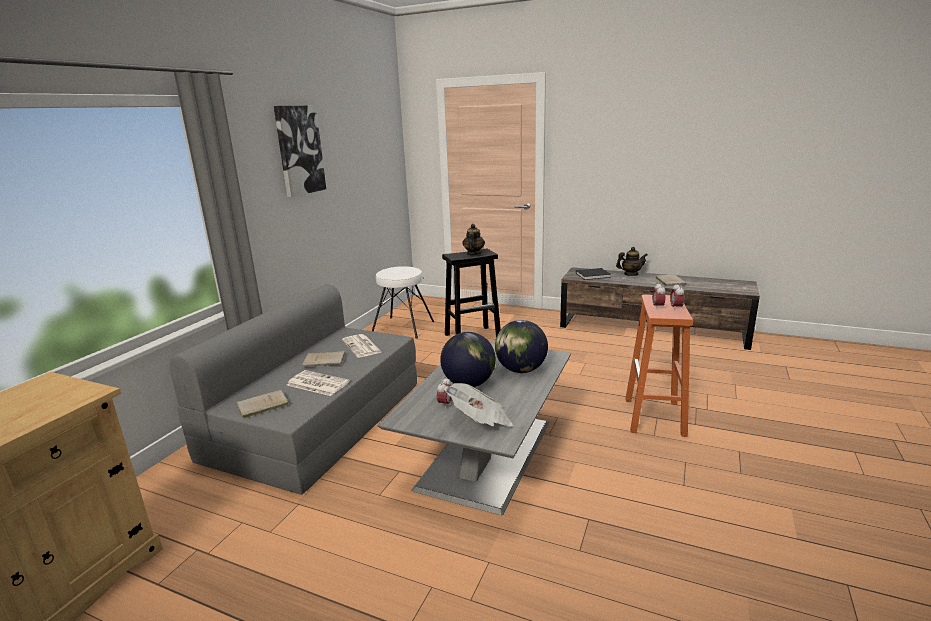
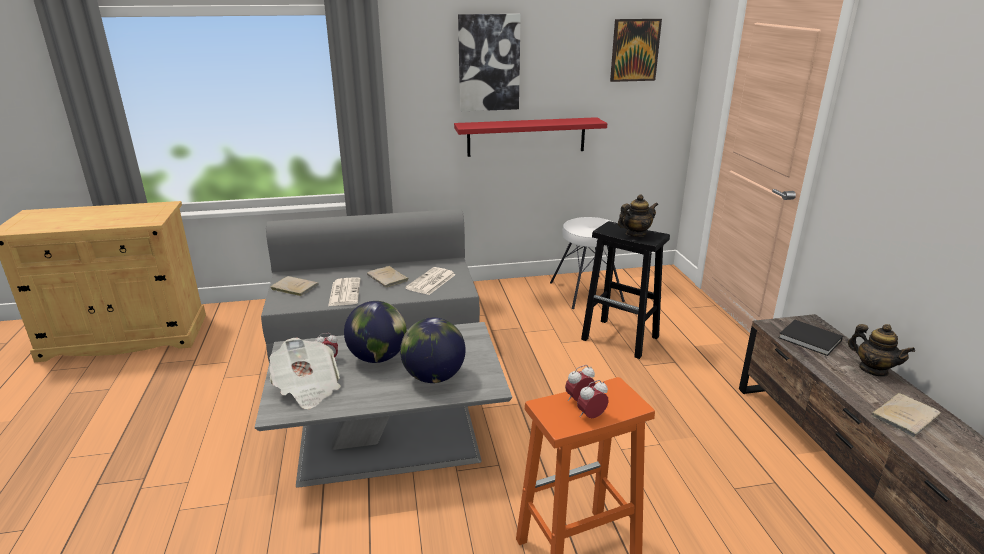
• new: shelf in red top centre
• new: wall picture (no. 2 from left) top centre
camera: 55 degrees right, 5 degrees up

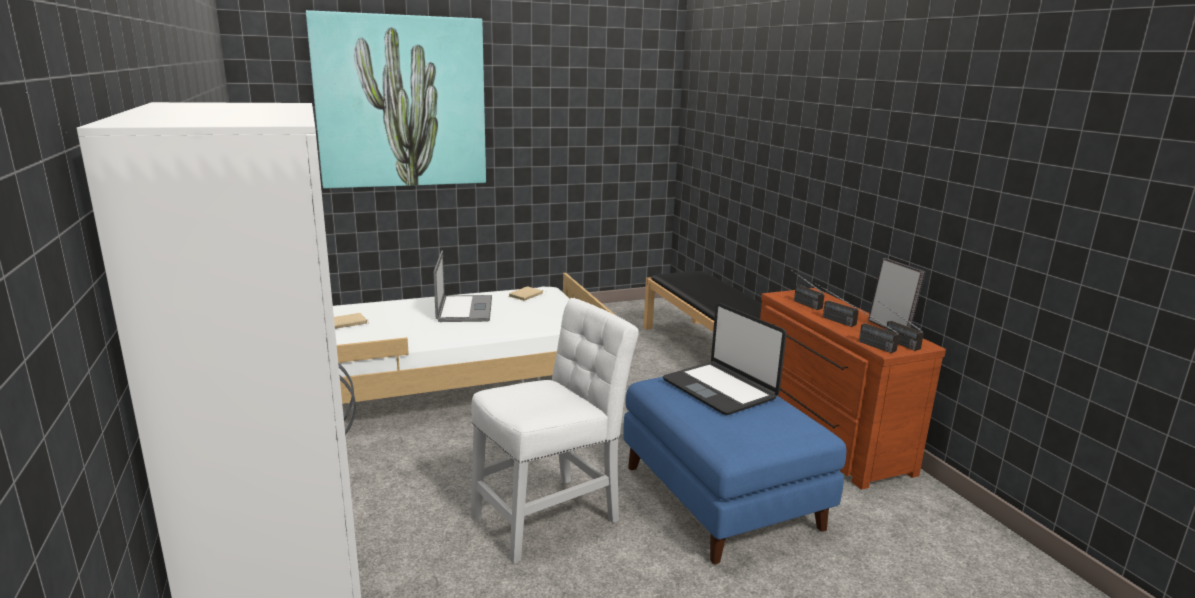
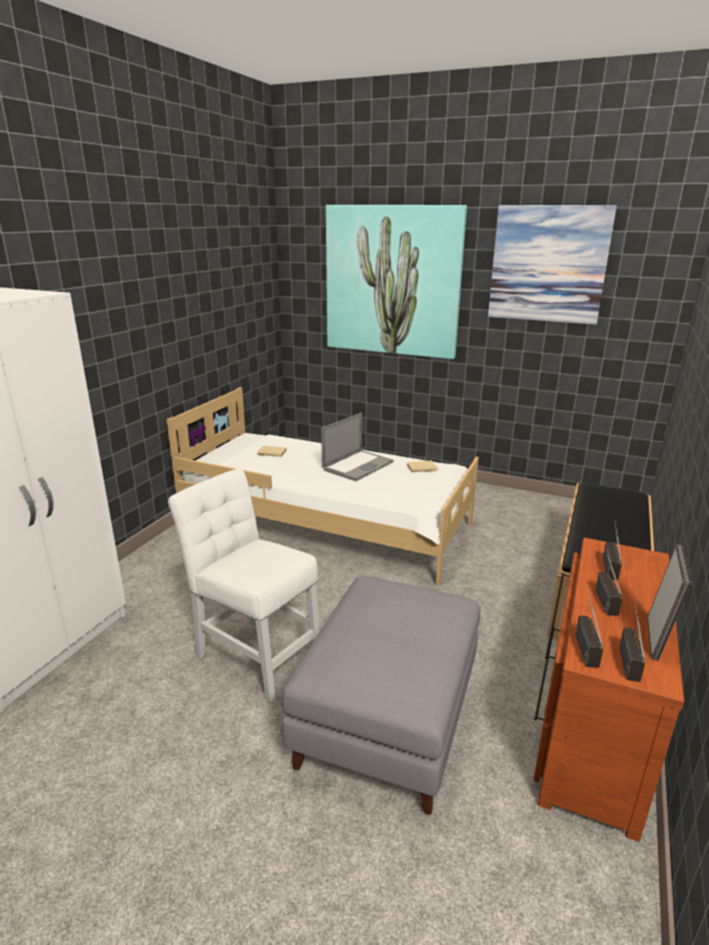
• rotated: upright chair in white-coloured bottom centre = centre 150 degrees counterclockwise
• repainted: ottoman in blue-coloured bottom centre to ottoman in gray bottom centre
• gone: laptop (no. 2 from left) centre
• new: wall picture (no. 2 from left) top right
camera: 45 degrees right, 5 degrees up

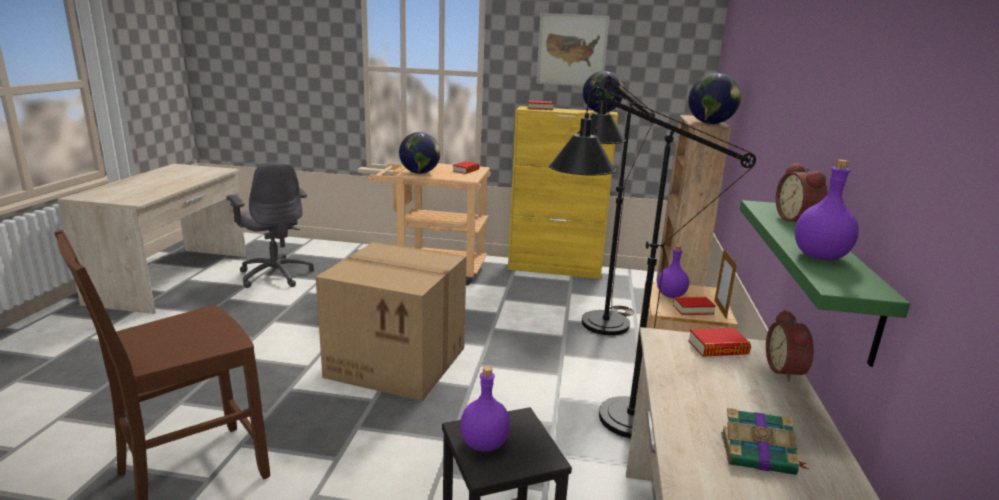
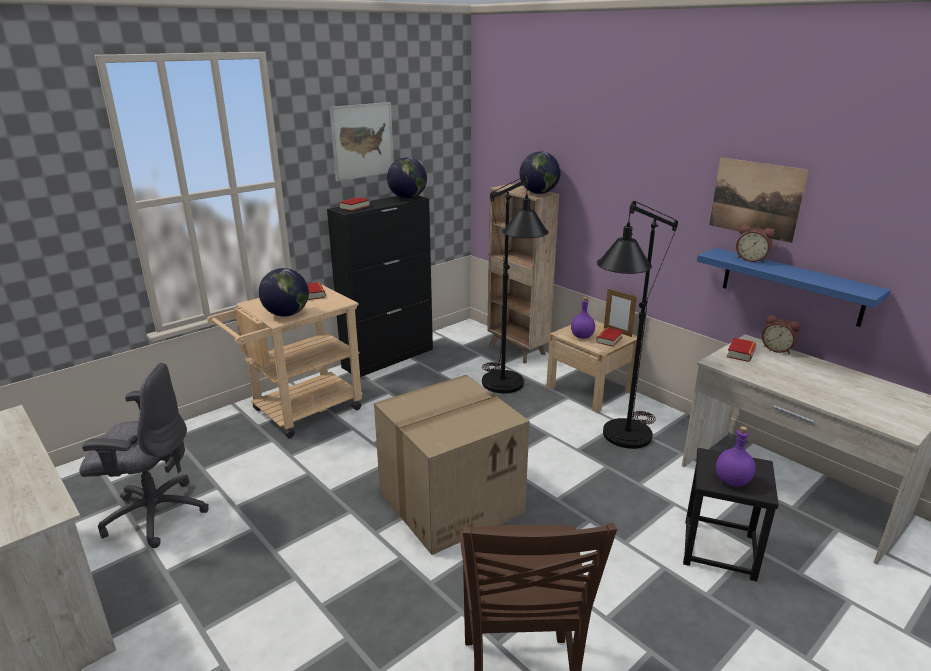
• repainted: cupboard in yellow-coloured centre to cupboard in black centre
• gone: bound book (no. 5 from left) bottom right
• repainted: shelf in green-coloured middle right to shelf in blue-coloured middle right
• gone: drink bottle in purple (no. 3 from left) middle right
• new: wall picture (no. 2 from left) top right
camera: 50 degrees left, 5 degrees up

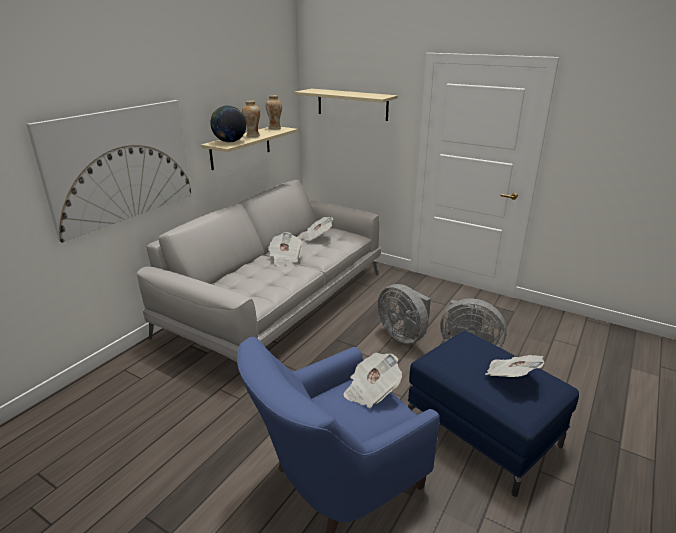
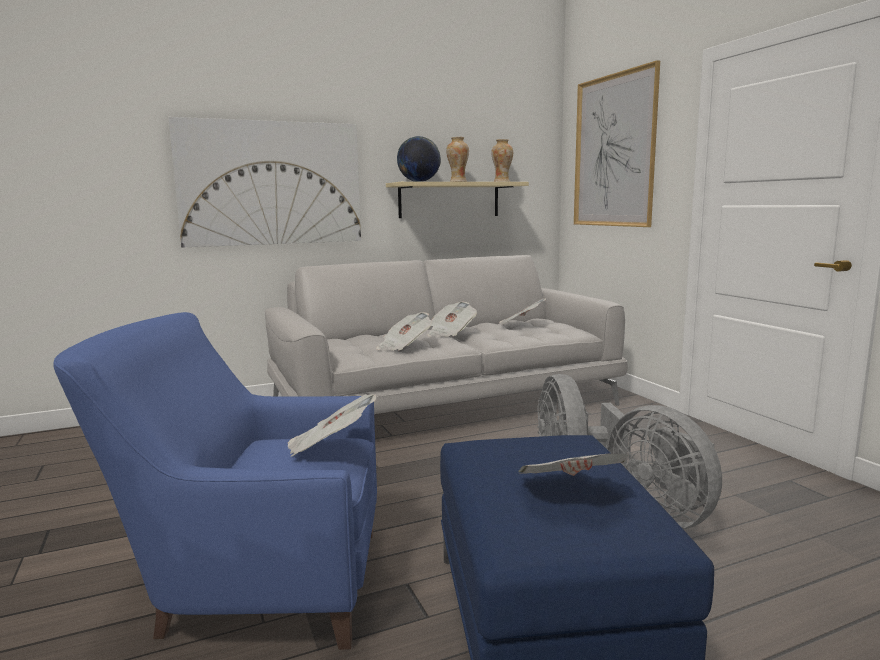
• swapped: shelf in beige (no. 2 from left) top centre to wall picture (no. 2 from left) top right
• new: newspaper (no. 2 from left) centre
camera: 35 degrees right, 15 degrees down

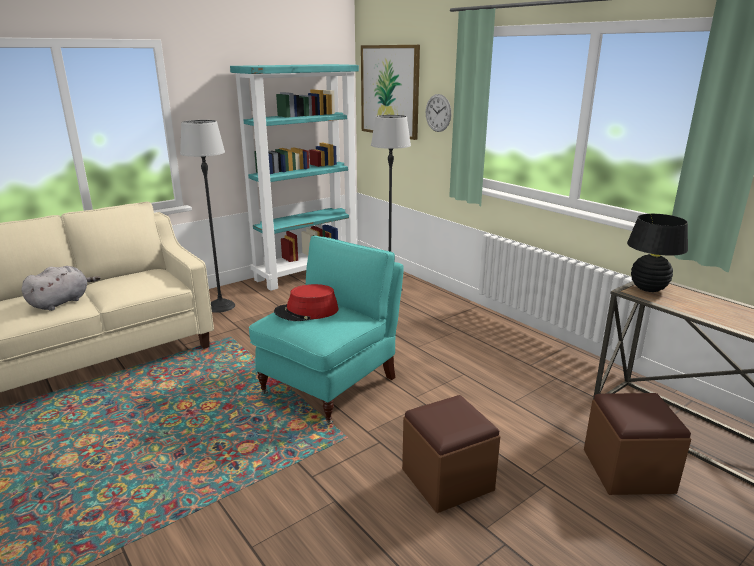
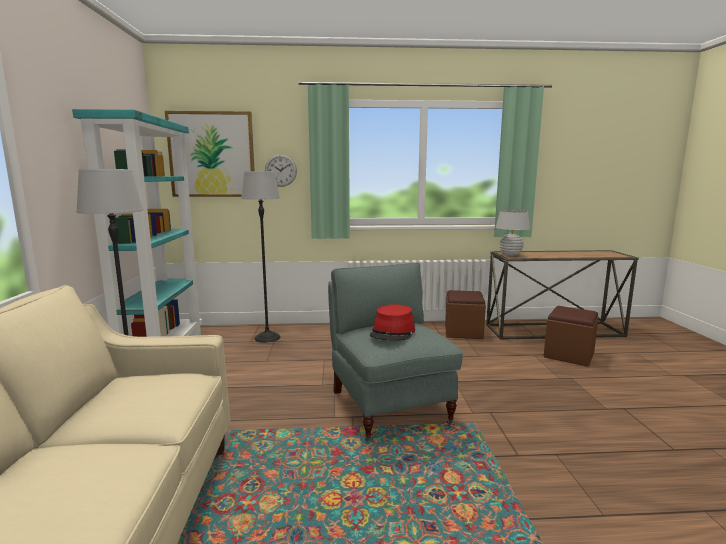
• gone: plush toy in gray middle left
• repainted: lounge chair in turquoise-coloured centre to lounge chair in gray centre
• shifted: ottoman in brownish (no. 1 from left) bottom centre to centre
• repainted: lamp for a table in black middle right to lamp for a table in white-coloured middle right
camera: 55 degrees left, 10 degrees down

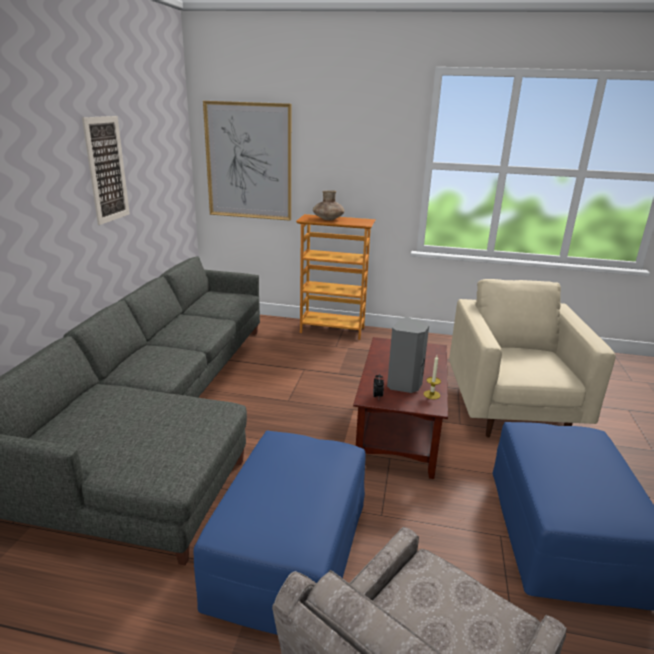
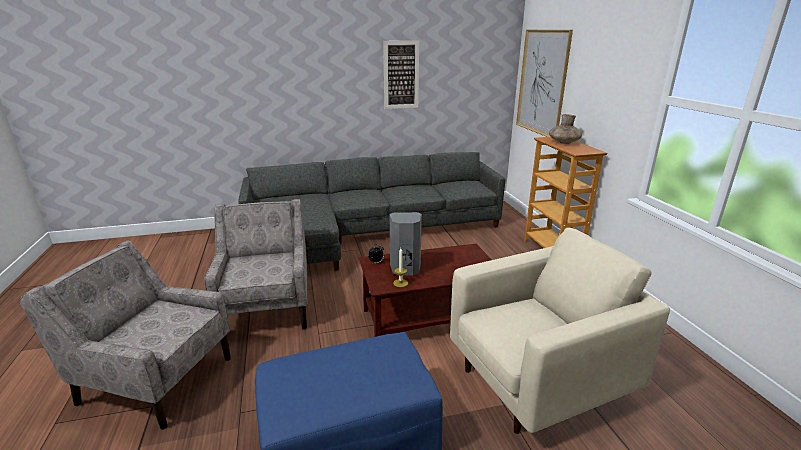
• swapped: ottoman in blue-coloured (no. 1 from left) bottom centre to lounge chair in beige (no. 2 from left) middle left
camera: 65 degrees right, 0 degrees up

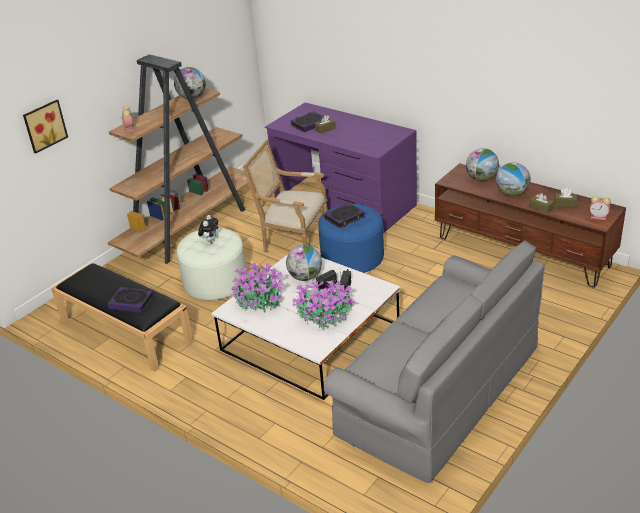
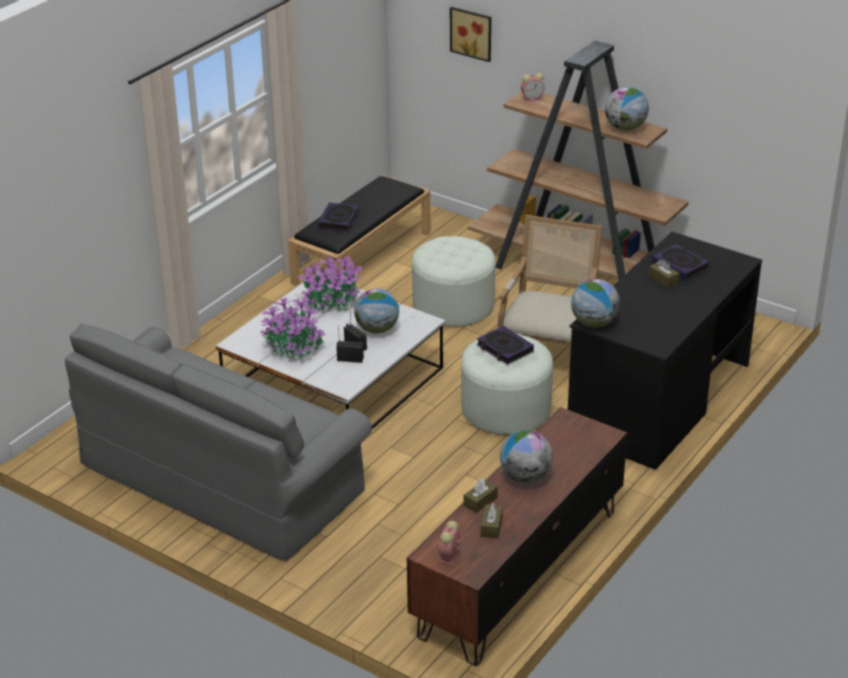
• gone: plush toy middle left
• repainted: desk unit in purple top centre to desk unit in black middle right
• repainted: ottoman in blue-coloured centre to ottoman in white-coloured (no. 2 from left) centre
• shifted: desk globe (no. 3 from left) top right to middle right
camera: 85 degrees right, 0 degrees up

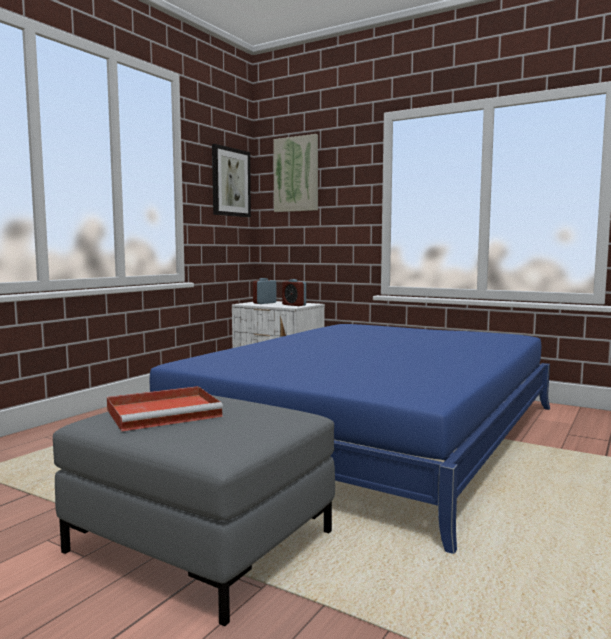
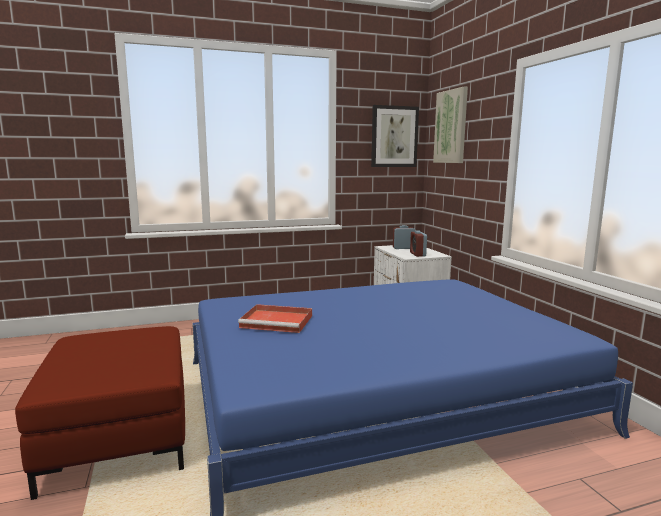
• repainted: ottoman in gray bottom left to ottoman in red bottom left
• shifted: carrying tray in red middle left to centre
camera: 40 degrees right, 5 degrees up

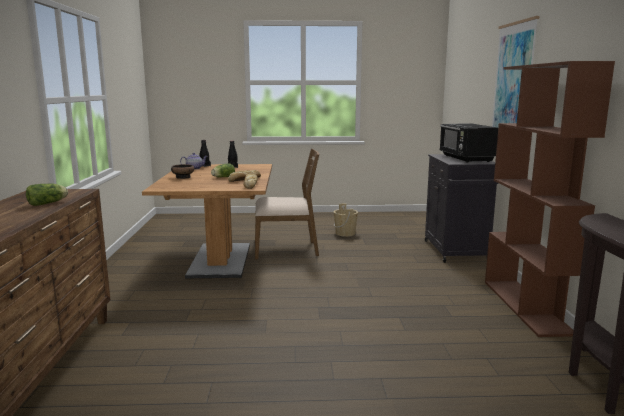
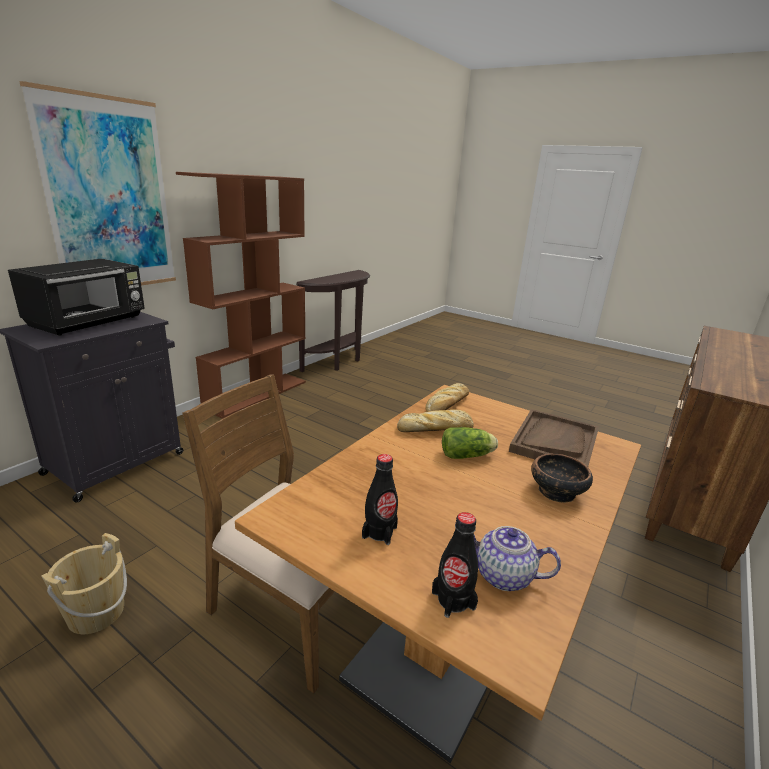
• gone: head of lettuce (no. 1 from left) middle left
• new: carrying tray in brownish middle right
camera: 145 degrees left, 10 degrees up

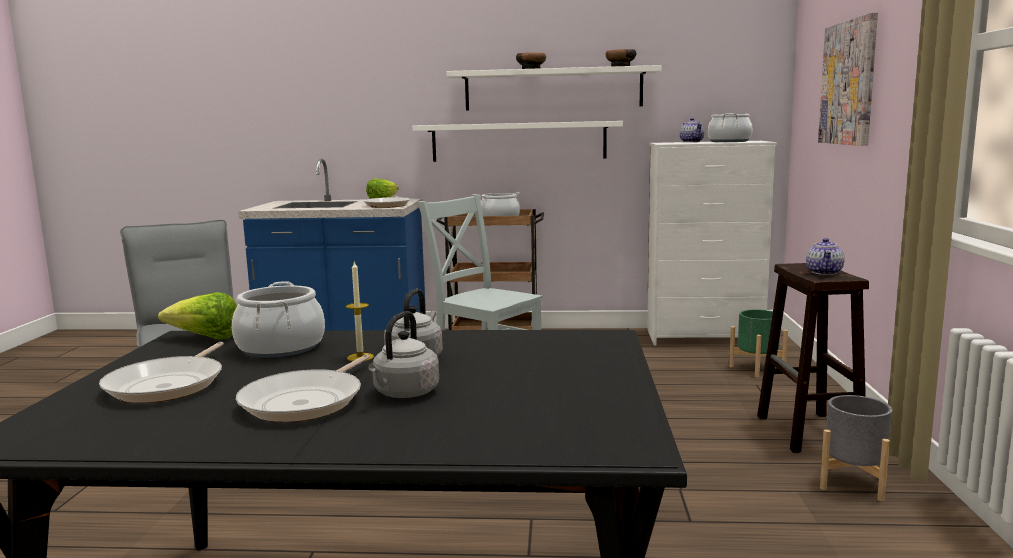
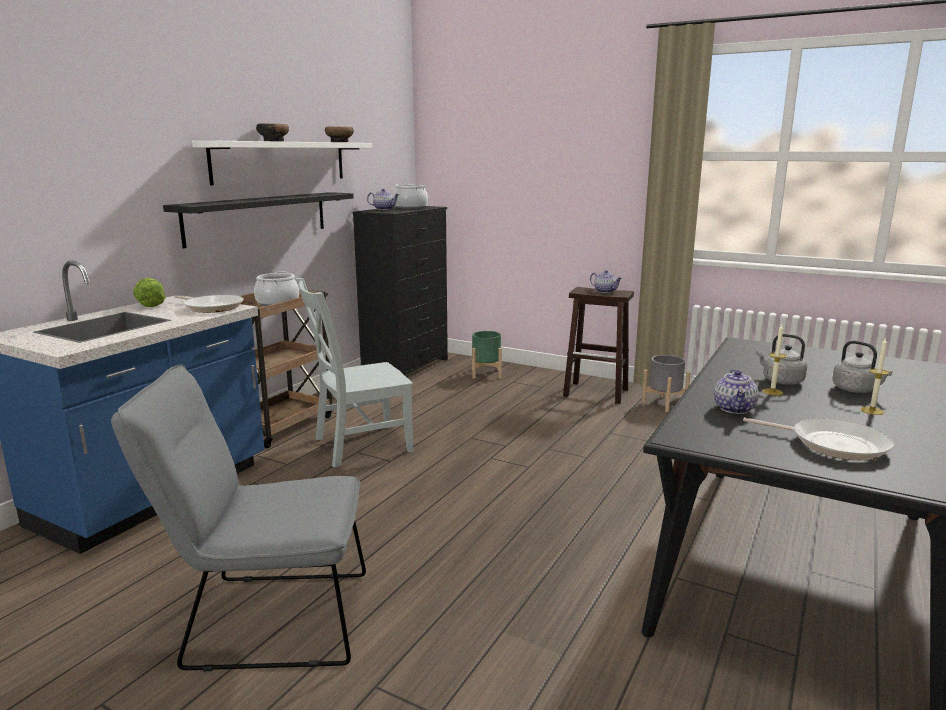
• gone: head of lettuce (no. 1 from left) middle left
• swapped: cooking pot (no. 1 from left) middle left to pot for tea (no. 3 from left) middle right
• swapped: skillet (no. 2 from left) bottom left to wax candle (no. 2 from left) middle right
• repainted: shelf in white-coloured (no. 1 from left) top centre to shelf in black top left
• repainted: drawer chest in white-coloured middle right to drawer chest in black centre
• gone: wall picture top right
camera: 65 degrees left, 5 degrees up

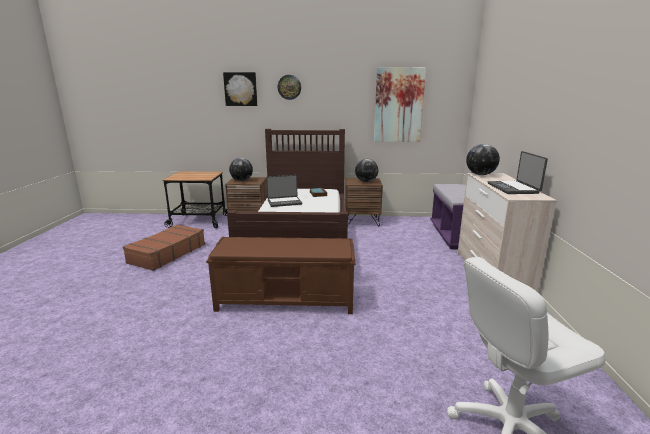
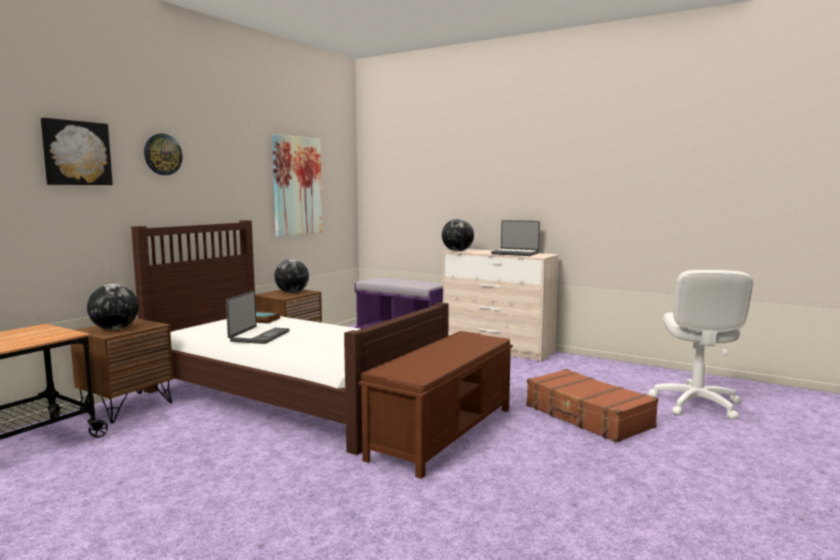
• shifted: suitcase in brownish middle left to bottom right
camera: 60 degrees left, 10 degrees down

